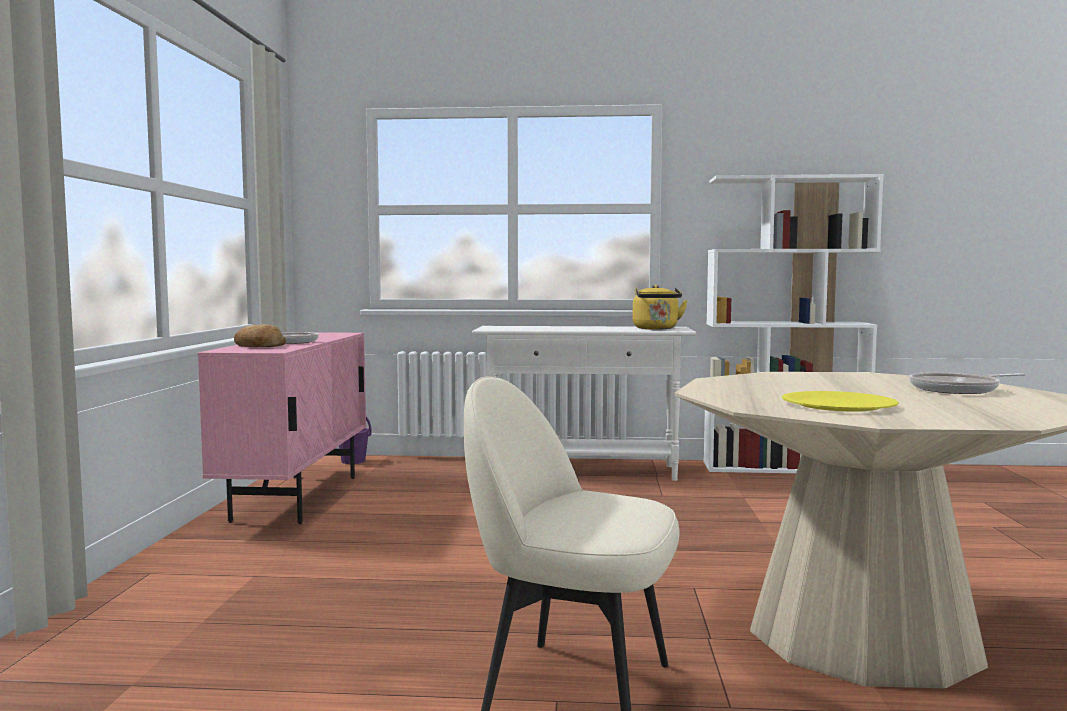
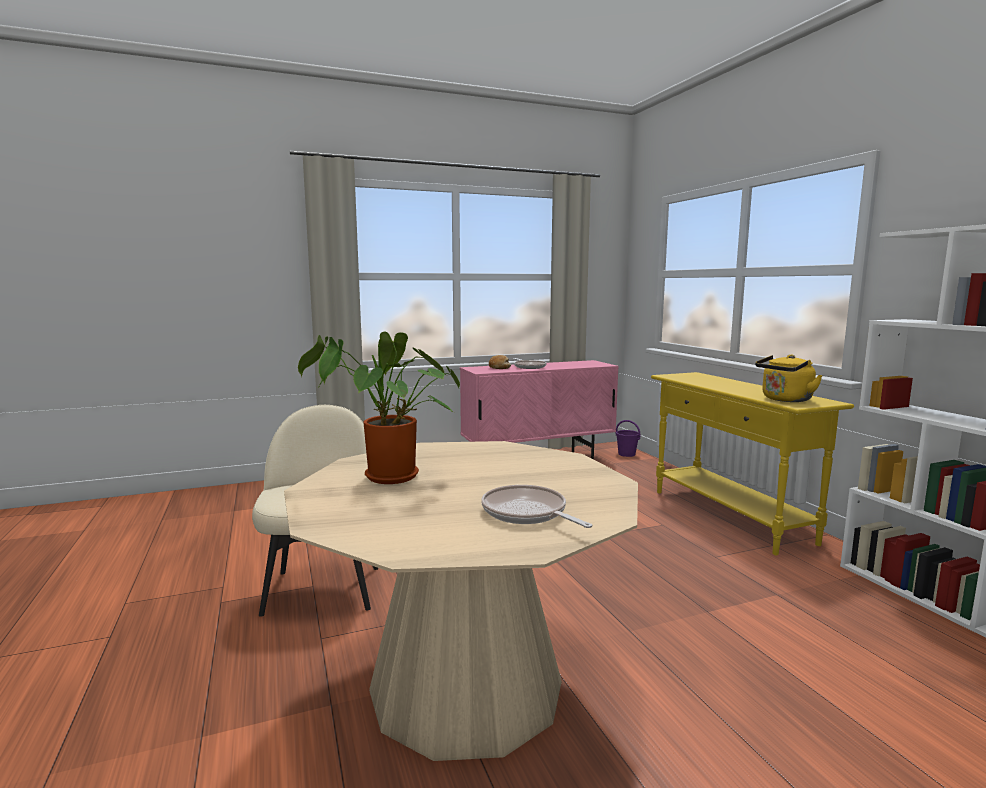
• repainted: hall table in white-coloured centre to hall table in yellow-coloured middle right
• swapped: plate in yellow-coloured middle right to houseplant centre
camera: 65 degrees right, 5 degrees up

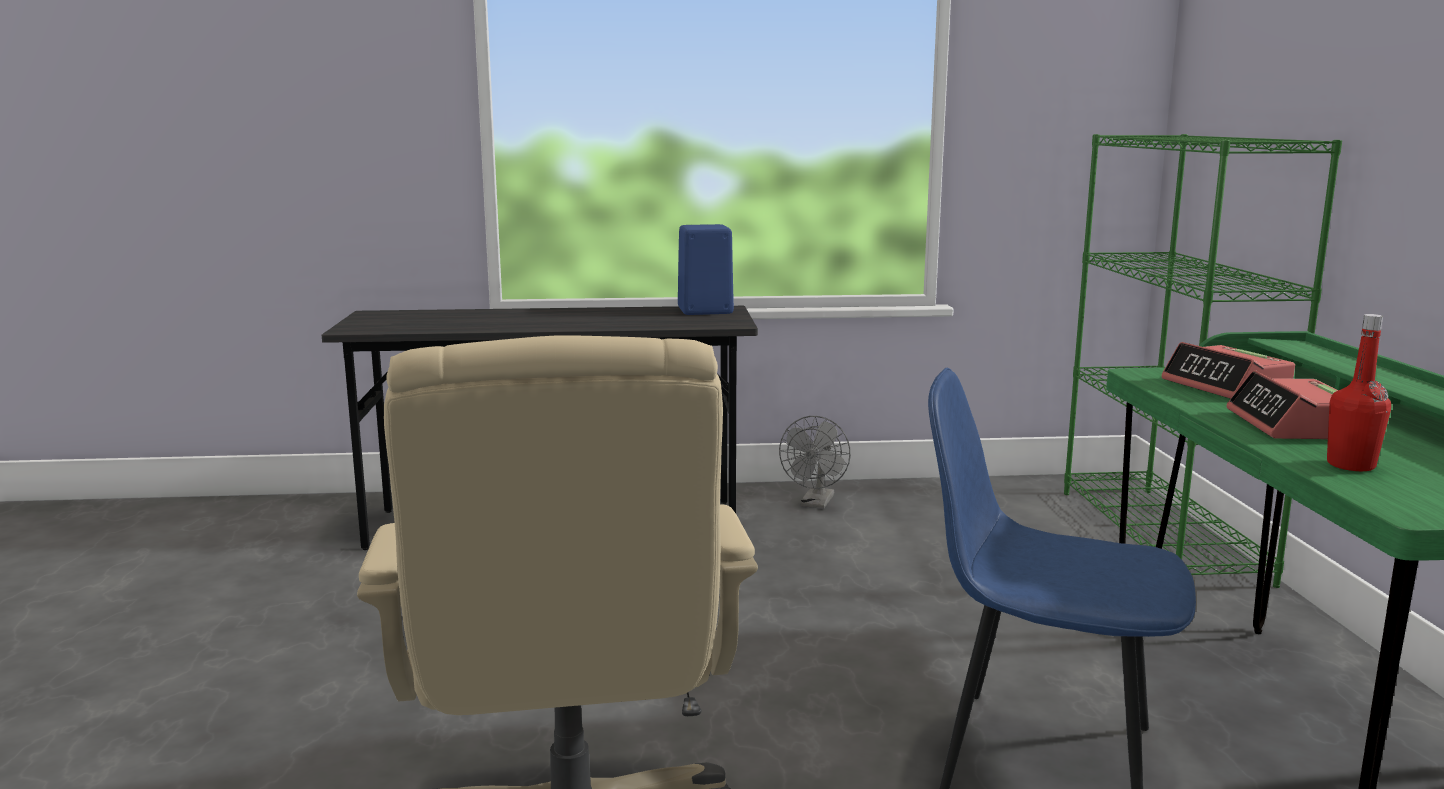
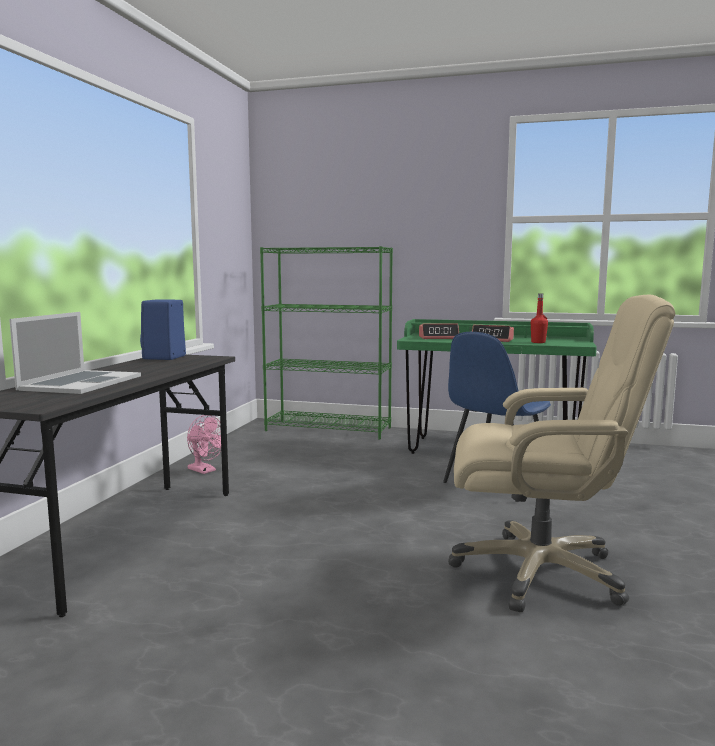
• repainted: cooling fan in gray centre to cooling fan in pink middle left
• new: laptop middle left
camera: 70 degrees left, 5 degrees down

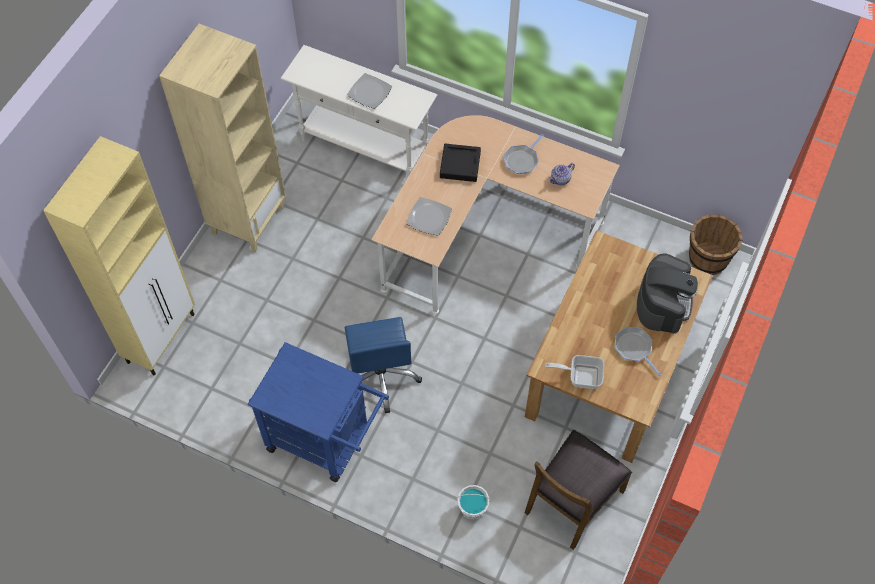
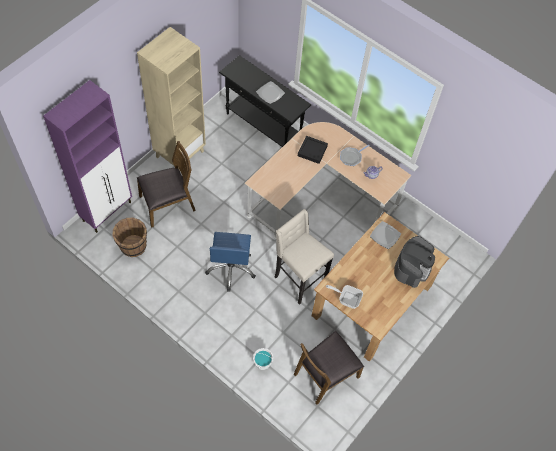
• repainted: cupboard in beige middle left to cupboard in purple middle left
• gone: cart in blue-coloured bottom centre
• repainted: hall table in white-coloured top centre to hall table in black top centre
• shifted: plate (no. 2 from left) centre to middle right
• gone: skillet (no. 3 from left) middle right
• shifted: bucket in brownish middle right to middle left
• new: upright chair in brownish (no. 1 from left) middle left
• new: sitting stool in beige centre
camera: 10 degrees right, 0 degrees up

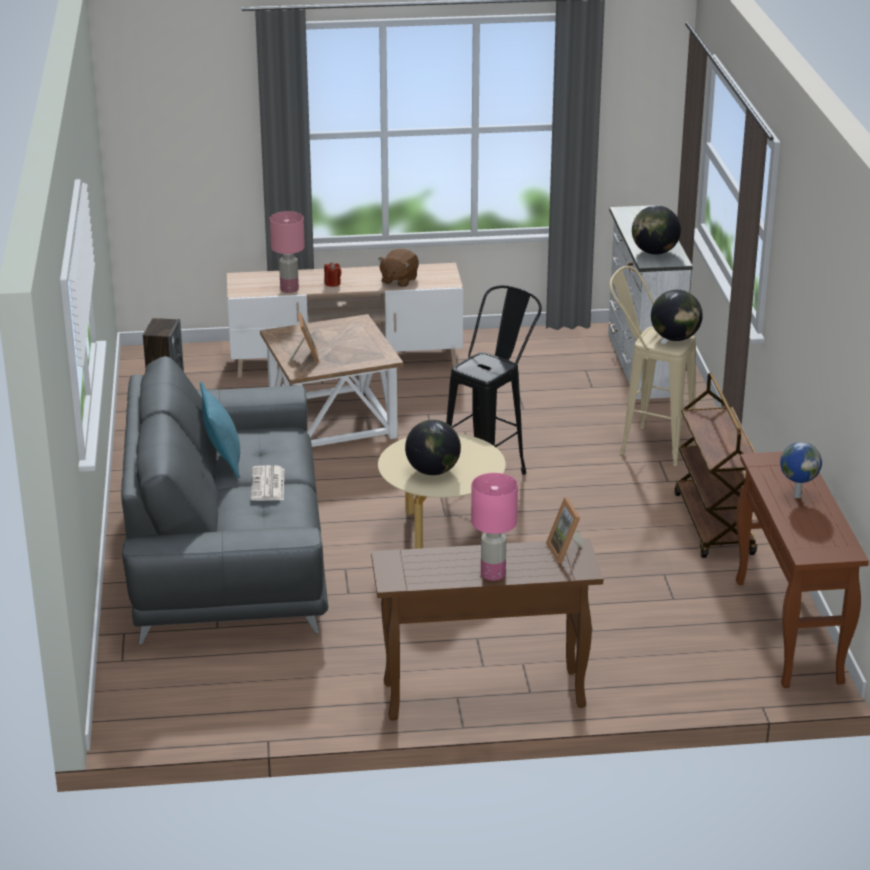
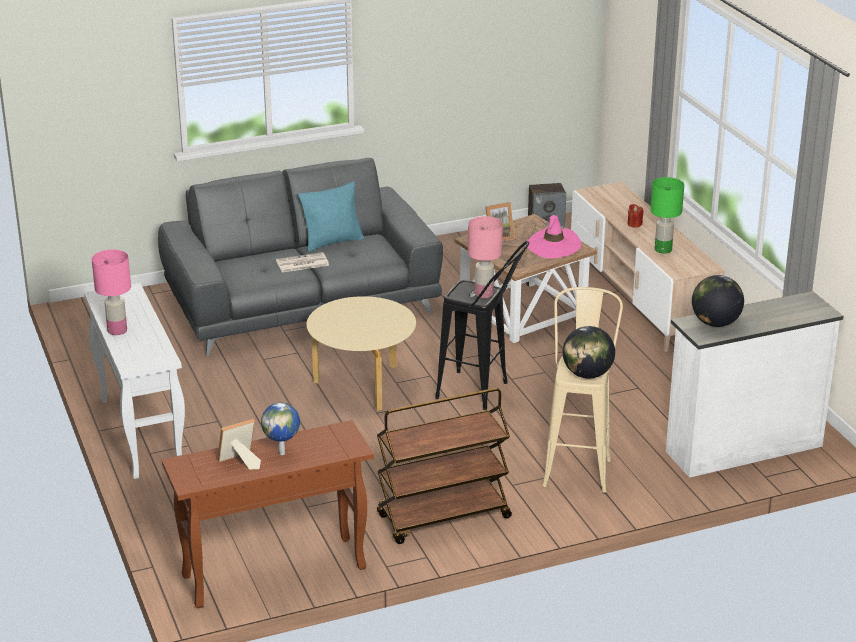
• shifted: lamp for a table in pink (no. 1 from left in the first image) top left to lamp for a table in pink (no. 2 from left) centre
• repainted: hall table in brownish (no. 1 from left) bottom centre to hall table in white-coloured middle left
• swapped: plush toy in brownish top centre to lamp for a table in green-coloured middle right
• gone: desk globe (no. 1 from left) centre
• shifted: photo frame (no. 2 from left in the first image) centre to photo frame (no. 1 from left) bottom left
• new: clothing hat in pink centre
camera: 75 degrees right, 0 degrees up

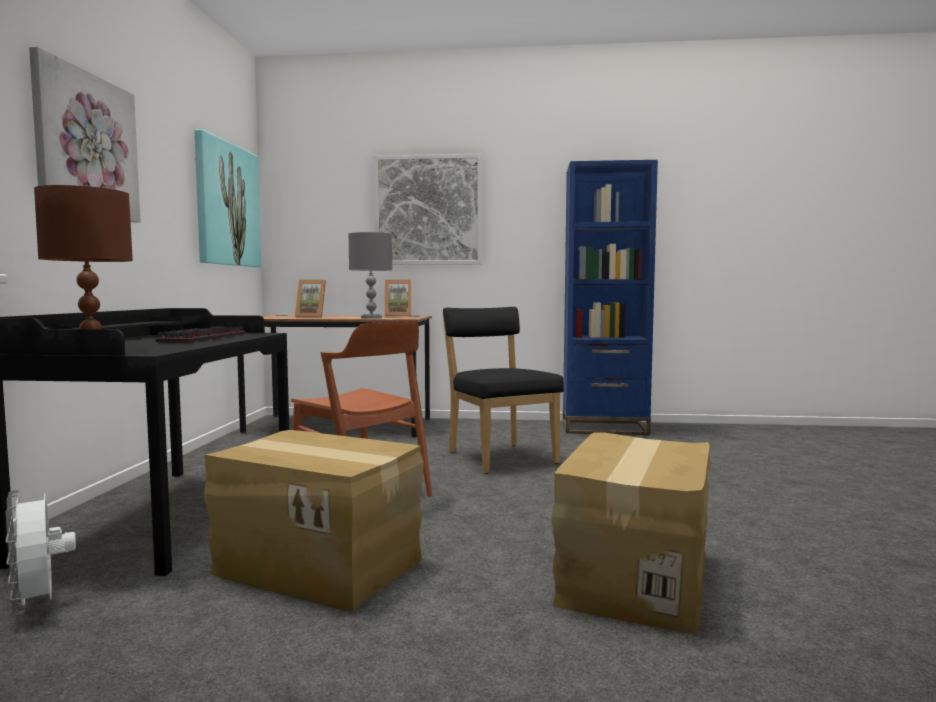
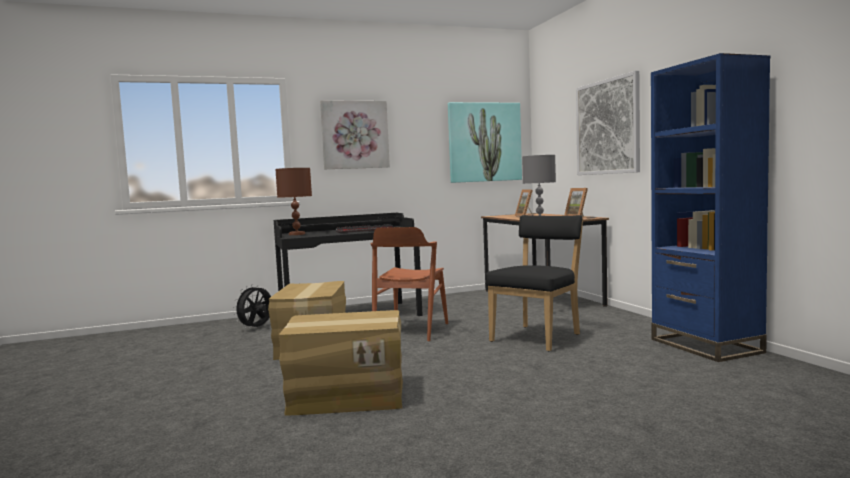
• repainted: cooling fan in white-coloured bottom left to cooling fan in black middle left
camera: 65 degrees right, 0 degrees up

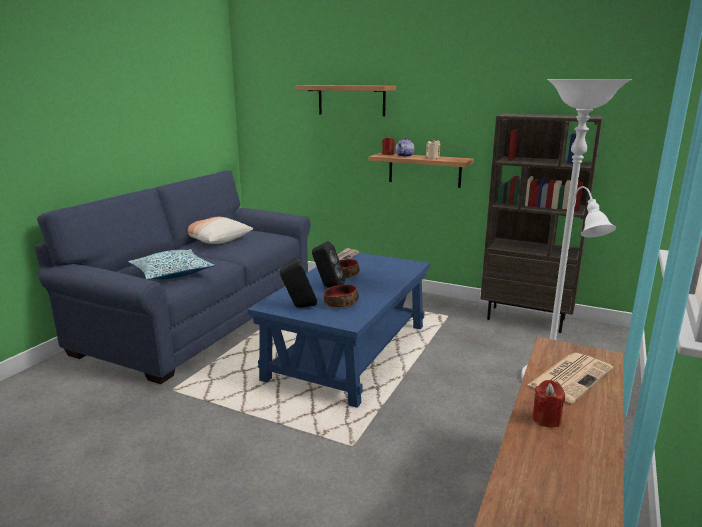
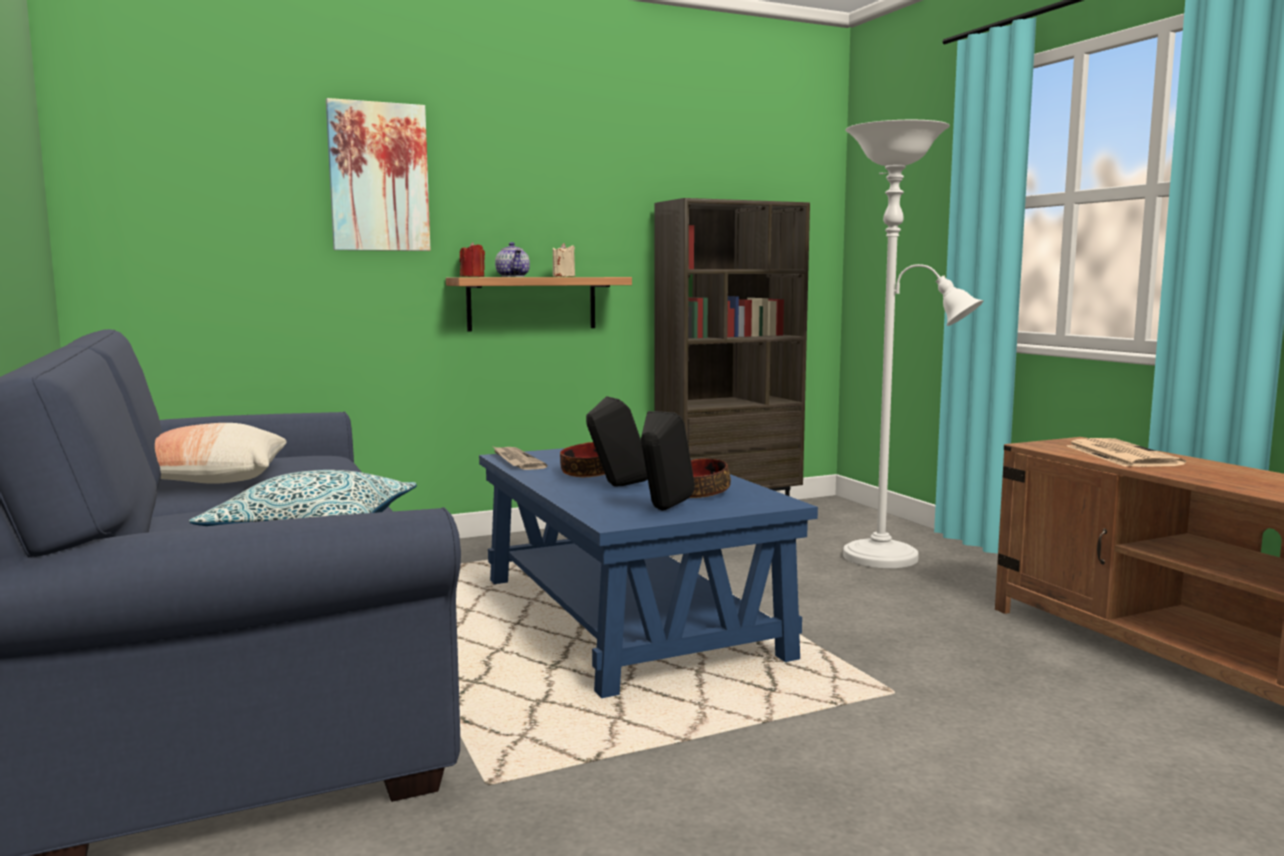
• swapped: shelf (no. 1 from left) top centre to wall picture top left
• gone: wax candle in red (no. 2 from left) bottom right
camera: 50 degrees left, 10 degrees down

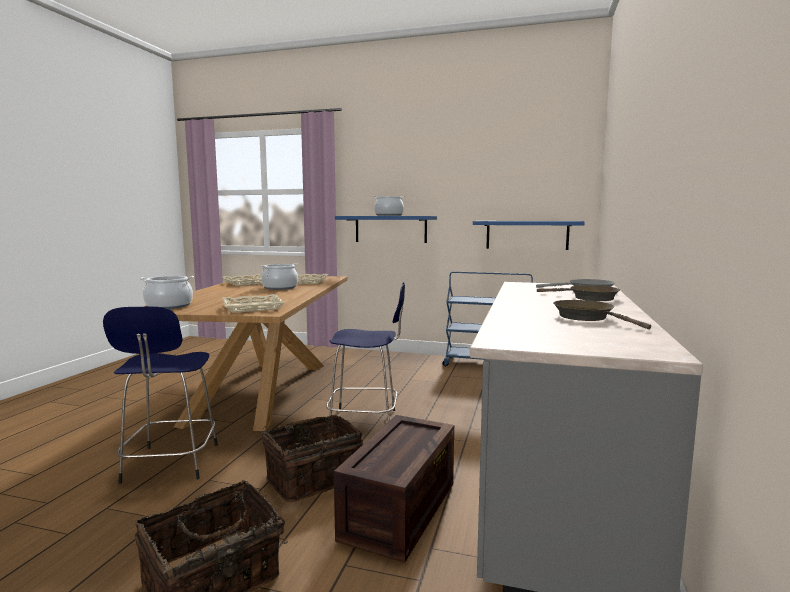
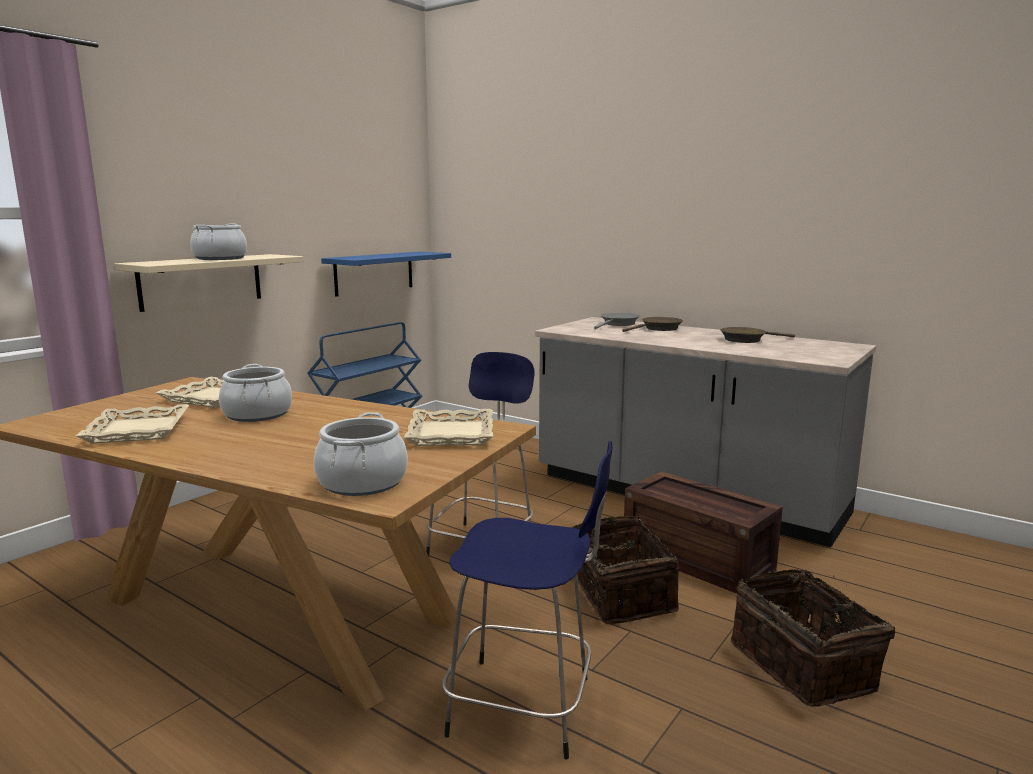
• repainted: shelf in blue-coloured (no. 1 from left) centre to shelf in beige middle left
camera: 70 degrees left, 5 degrees up

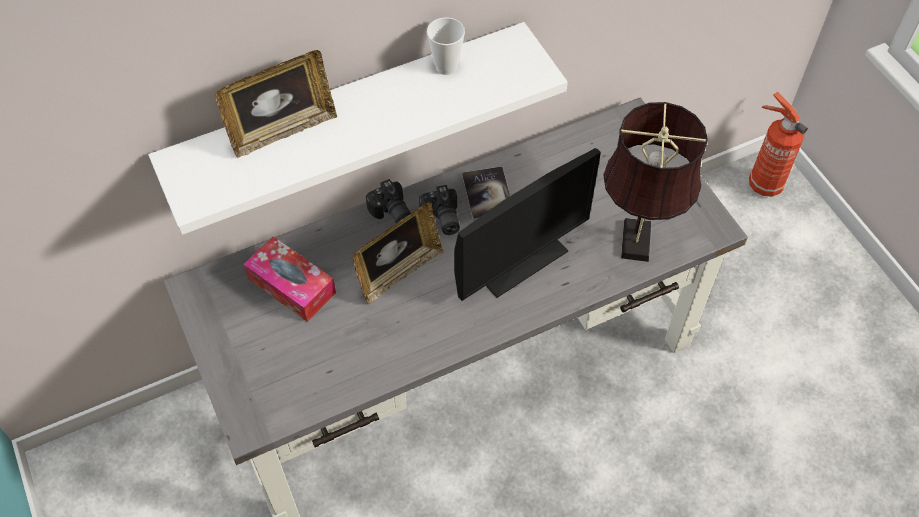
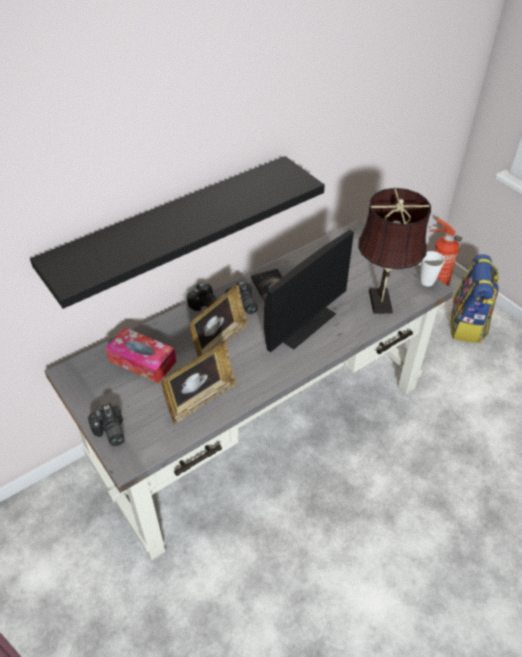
• repainted: shelf in white-coloured top centre to shelf in black centre
• shifted: photo frame (no. 1 from left) top left to centre
• shifted: small cup top centre to middle right
• new: photo camera (no. 1 from left) middle left
• new: backpack middle right
camera: 10 degrees left, 10 degrees down

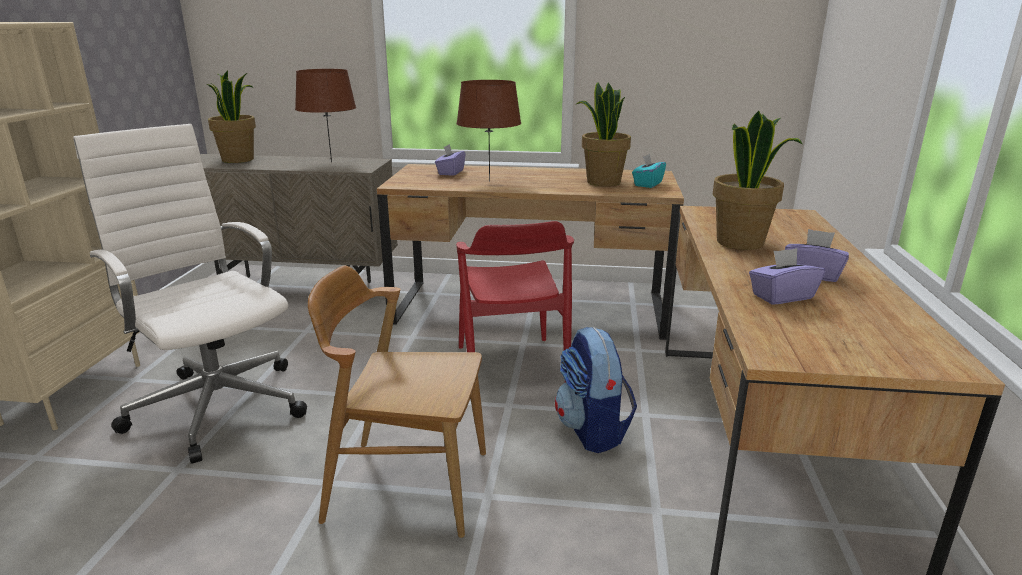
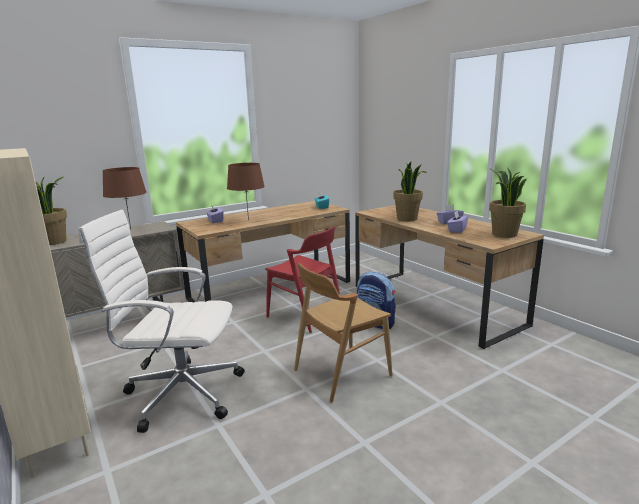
• shifted: houseplant (no. 2 from left in the first image) top centre to houseplant (no. 3 from left) middle right
camera: 40 degrees left, 5 degrees down

